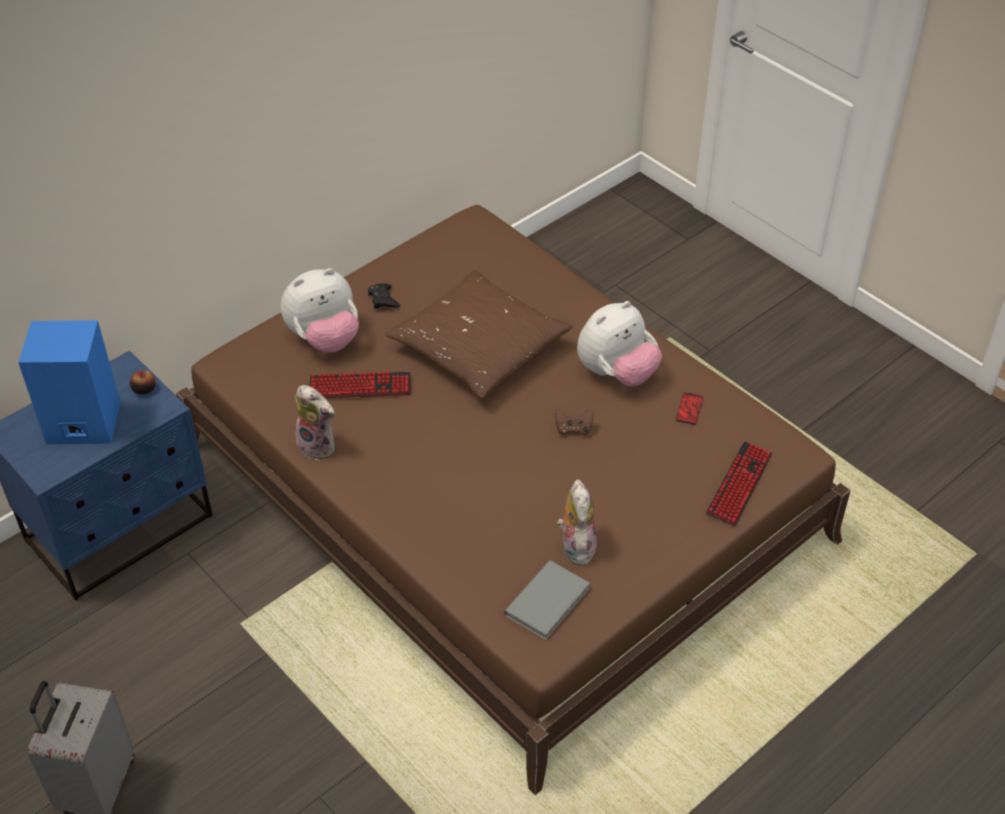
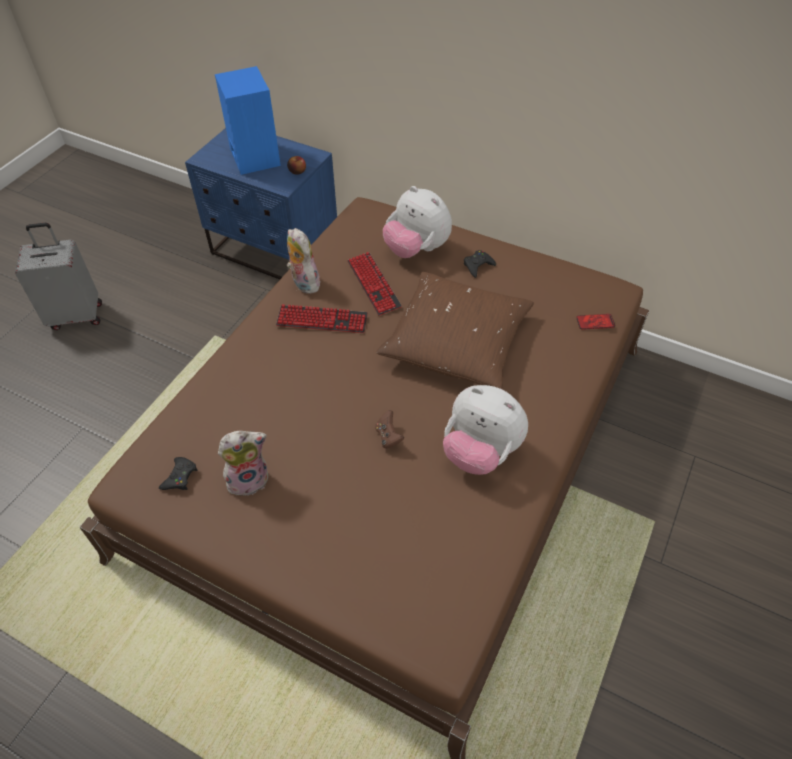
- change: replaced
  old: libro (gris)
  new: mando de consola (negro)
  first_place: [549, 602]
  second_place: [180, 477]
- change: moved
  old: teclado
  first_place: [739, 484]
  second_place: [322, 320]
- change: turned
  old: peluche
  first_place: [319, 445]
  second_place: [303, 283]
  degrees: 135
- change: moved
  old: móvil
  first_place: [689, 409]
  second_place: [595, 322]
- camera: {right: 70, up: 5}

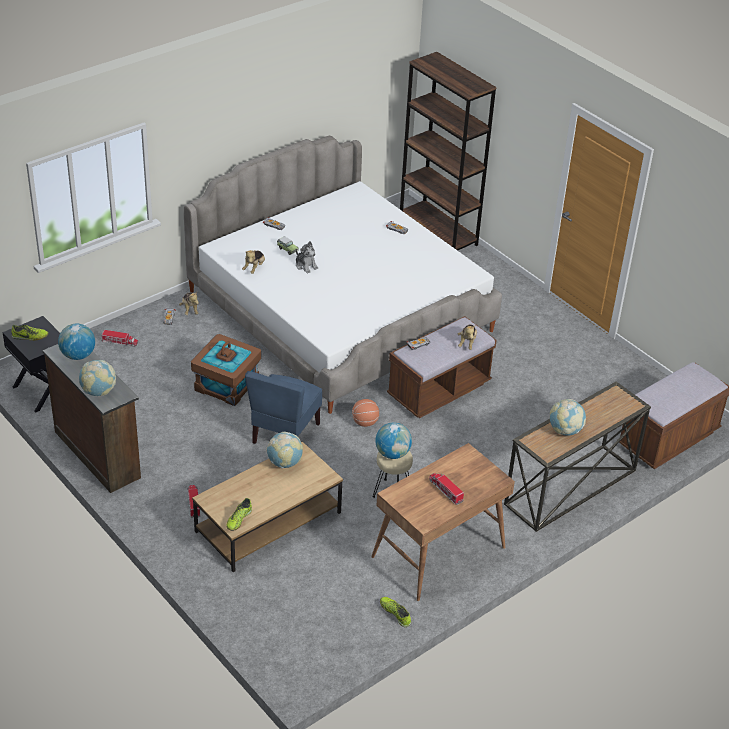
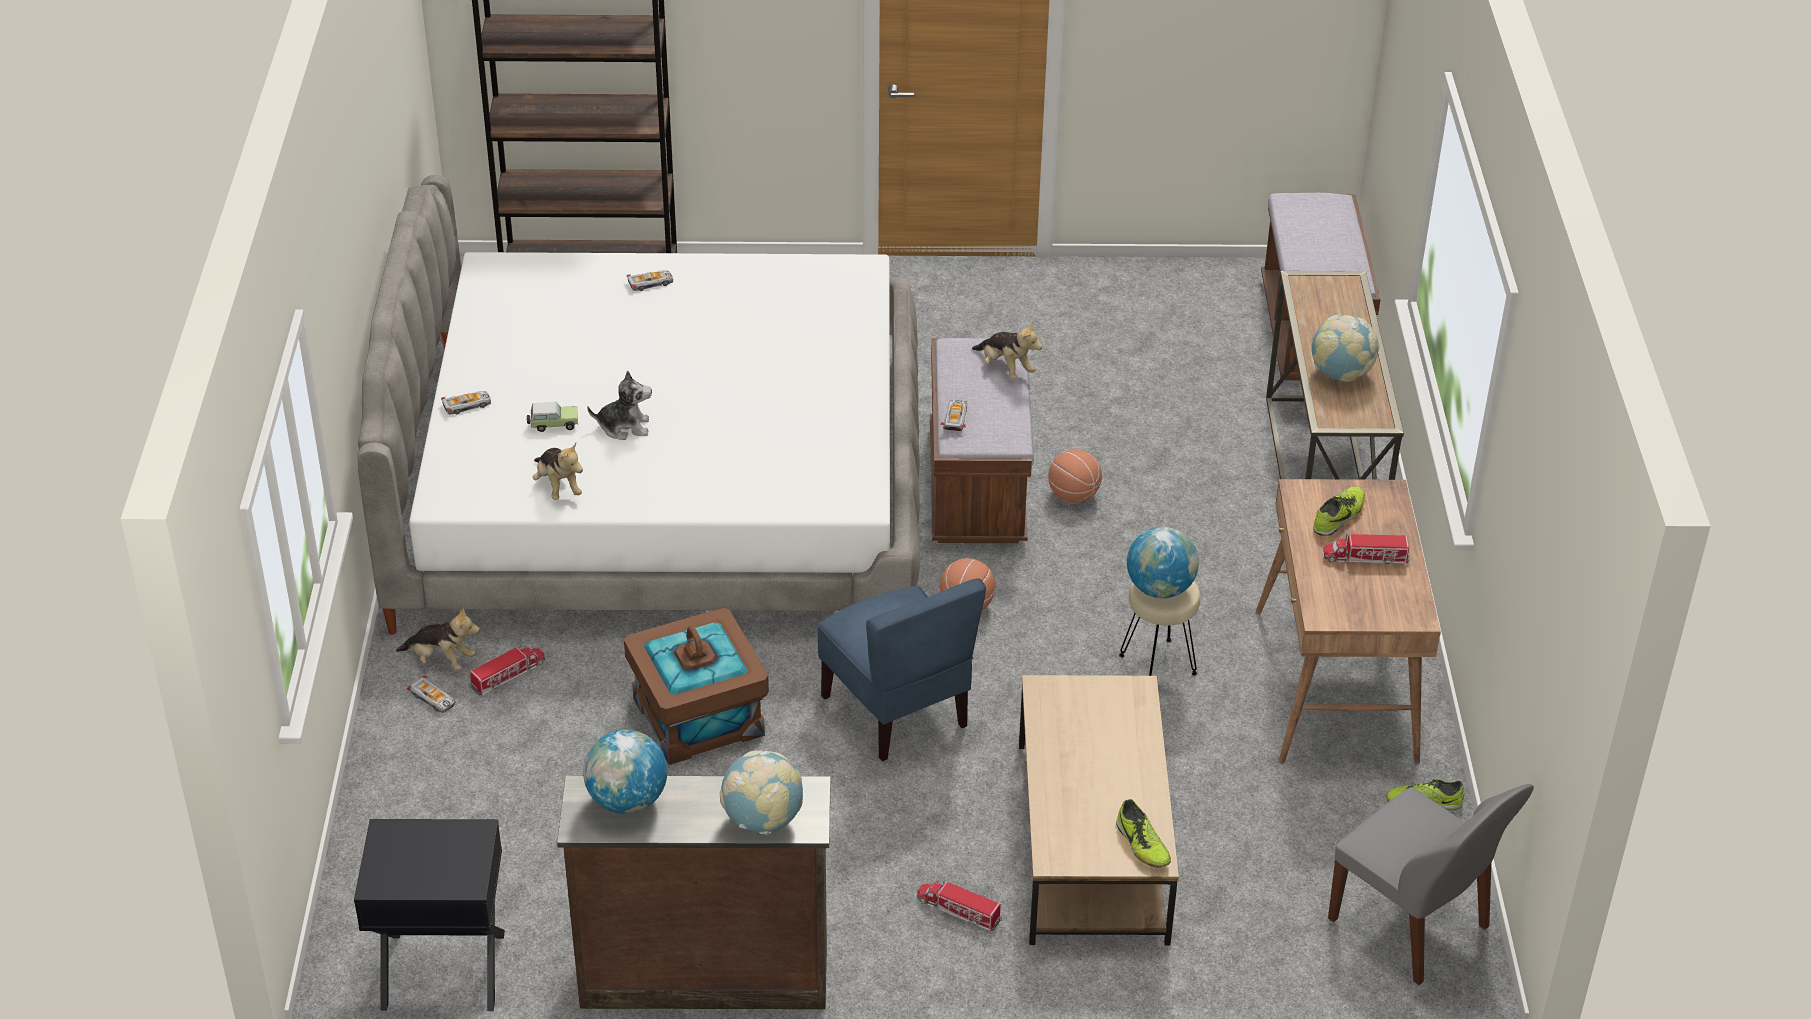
- change: moved
  old: camión de juguete
  first_place: [120, 342]
  second_place: [508, 675]
- change: added
  new: balón de baloncesto
  second_place: [1073, 496]
- change: moved
  old: zapato
  first_place: [30, 337]
  second_place: [1339, 517]
- change: added
  new: silla (gris)
  second_place: [1411, 926]
- change: removed
  old: globo terráqueo
  first_place: [284, 463]
- camera: {right: -50, up: 0}

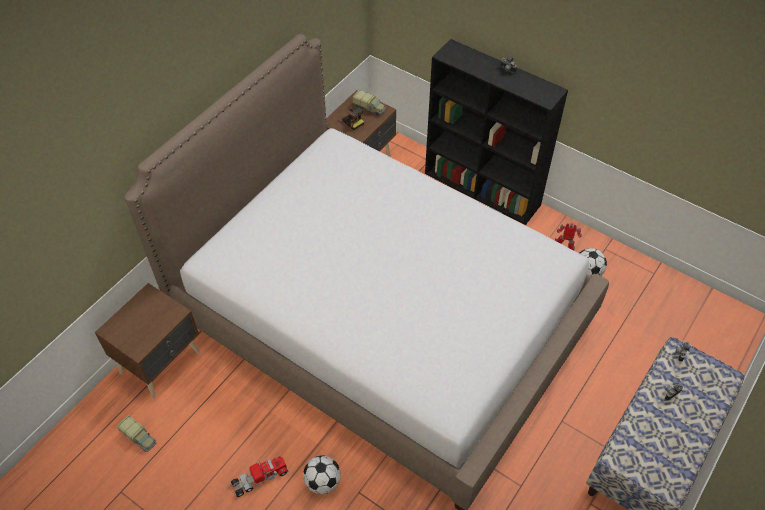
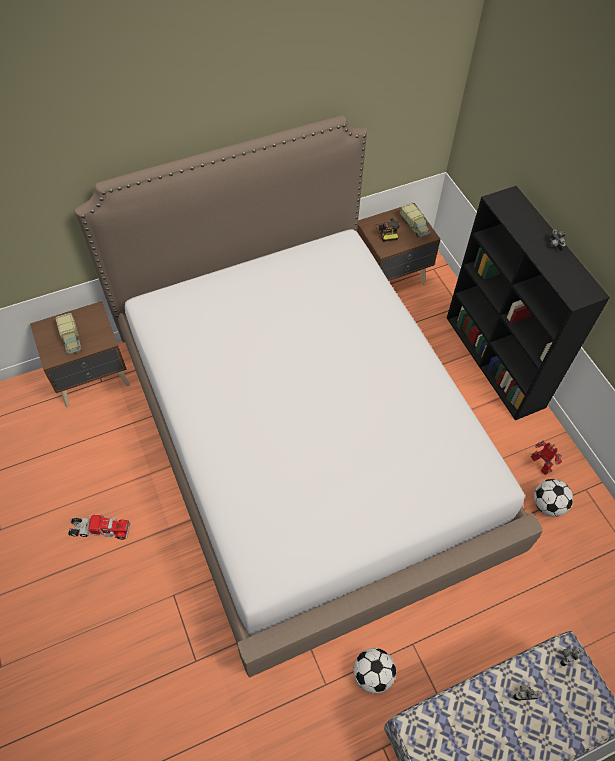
- change: moved
  old: camión de juguete
  first_place: [139, 437]
  second_place: [71, 339]
- change: moved
  old: balón de fútbol
  first_place: [323, 482]
  second_place: [372, 674]
- camera: {right: 30, up: 5}

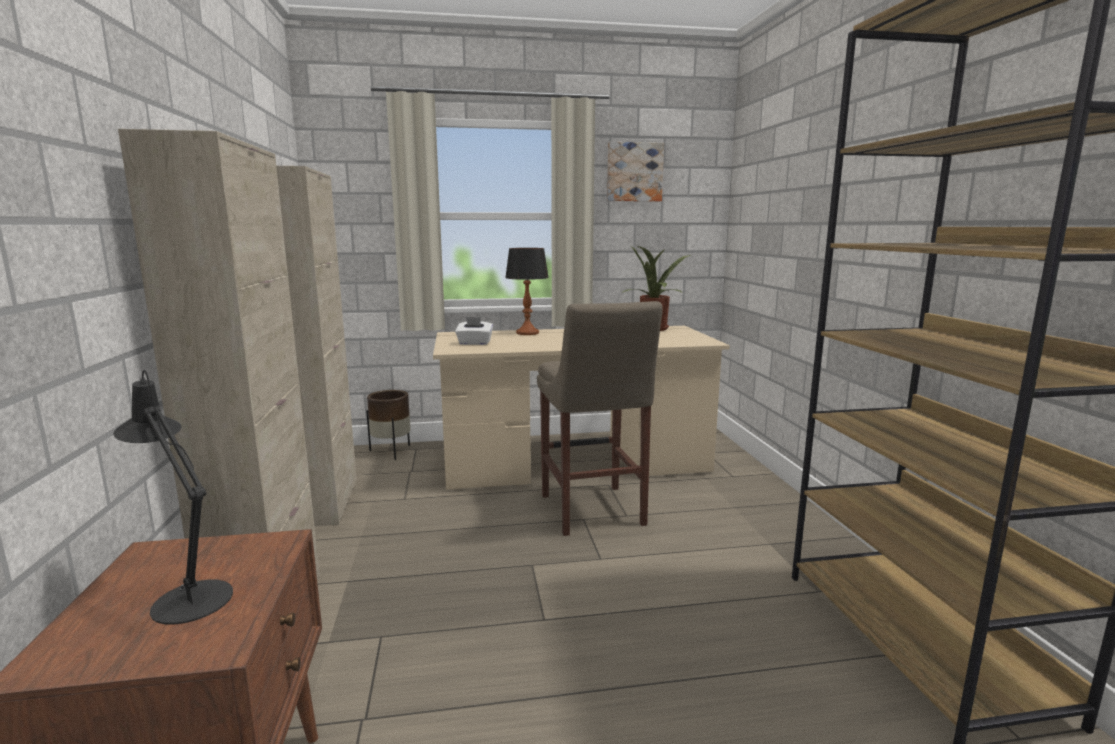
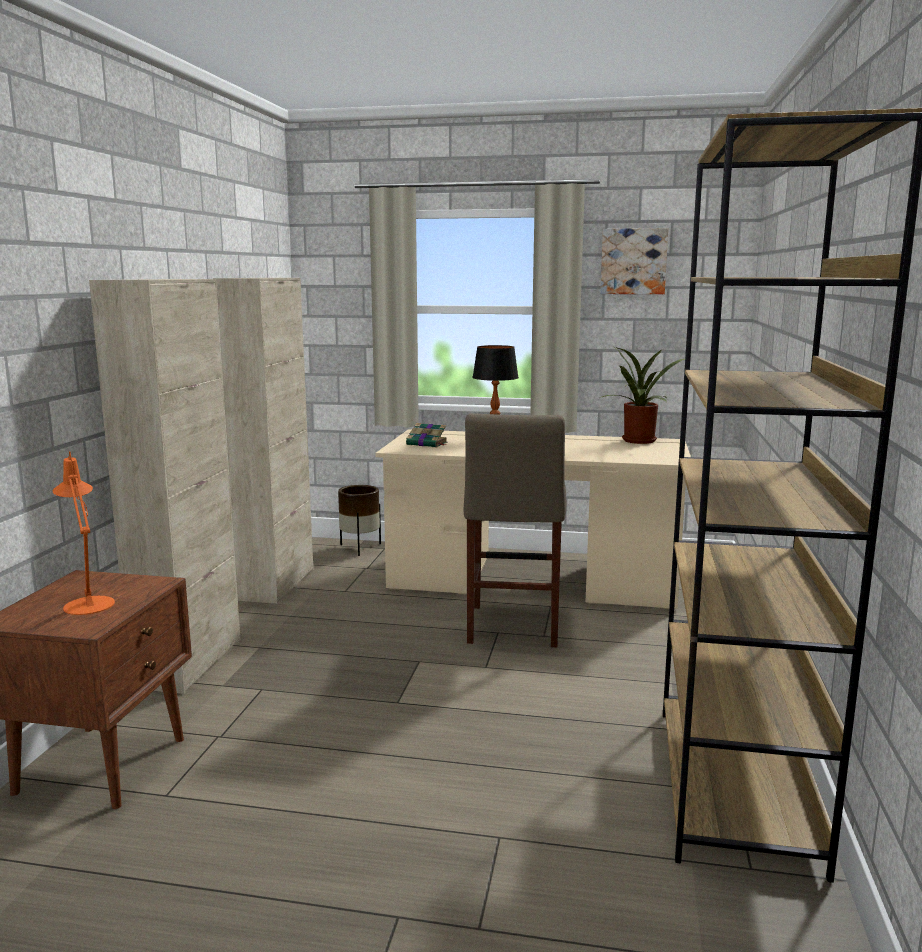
- change: recoloured
  old: lámpara de mesa (negro)
  new: lámpara de mesa (naranja)
  first_place: [188, 597]
  second_place: [88, 603]
- change: replaced
  old: caja de pañuelos (blanco)
  new: libro
  first_place: [474, 343]
  second_place: [427, 444]
- camera: {right: 20, up: 0}

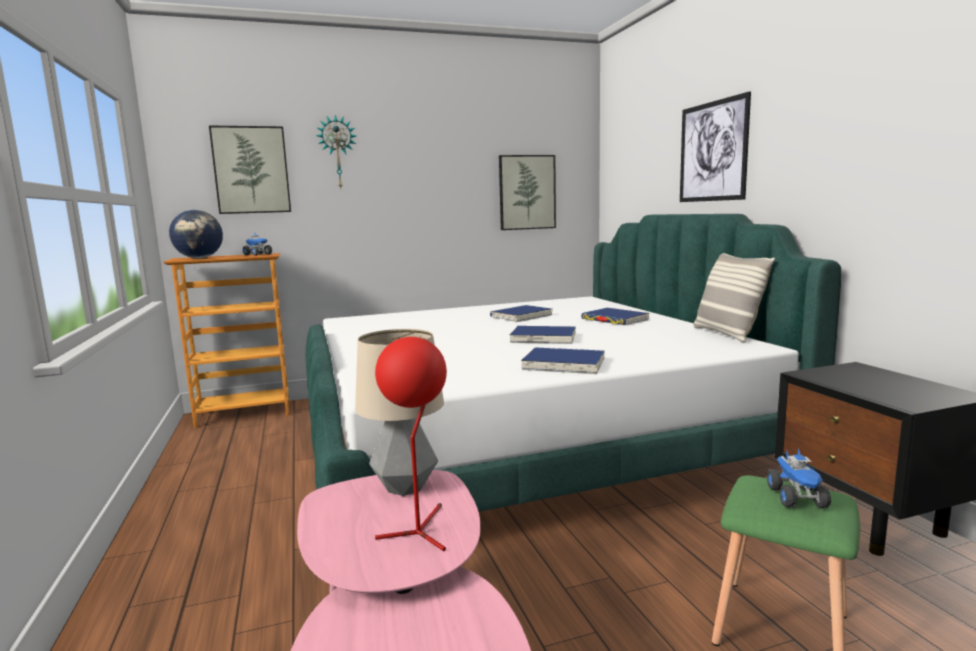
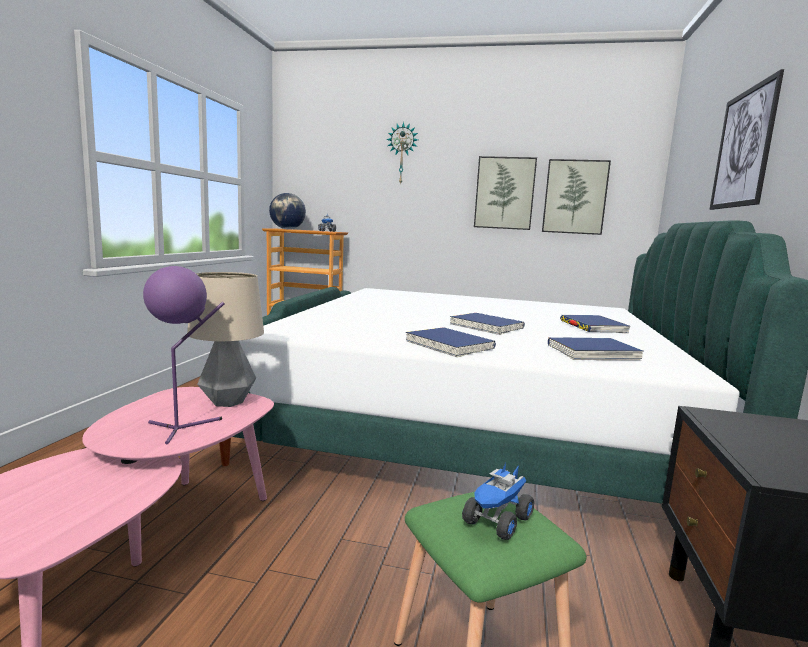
- change: recoloured
  old: lámpara de mesa (rojo)
  new: lámpara de mesa (morado)
  first_place: [421, 529]
  second_place: [183, 428]
- change: moved
  old: cuadro
  first_place: [251, 170]
  second_place: [504, 193]
- change: moved
  old: libro (azul)
  first_place: [521, 316]
  second_place: [592, 353]
- change: removed
  old: cojín
  first_place: [726, 334]
- camera: {right: 30, up: 0}

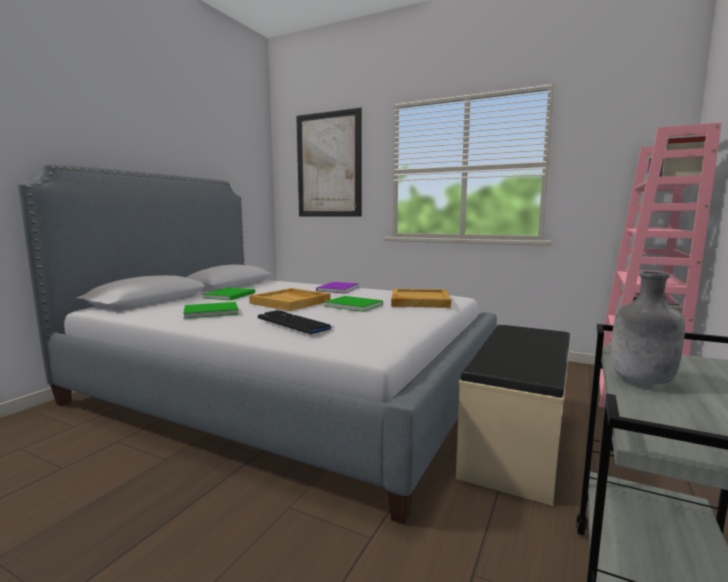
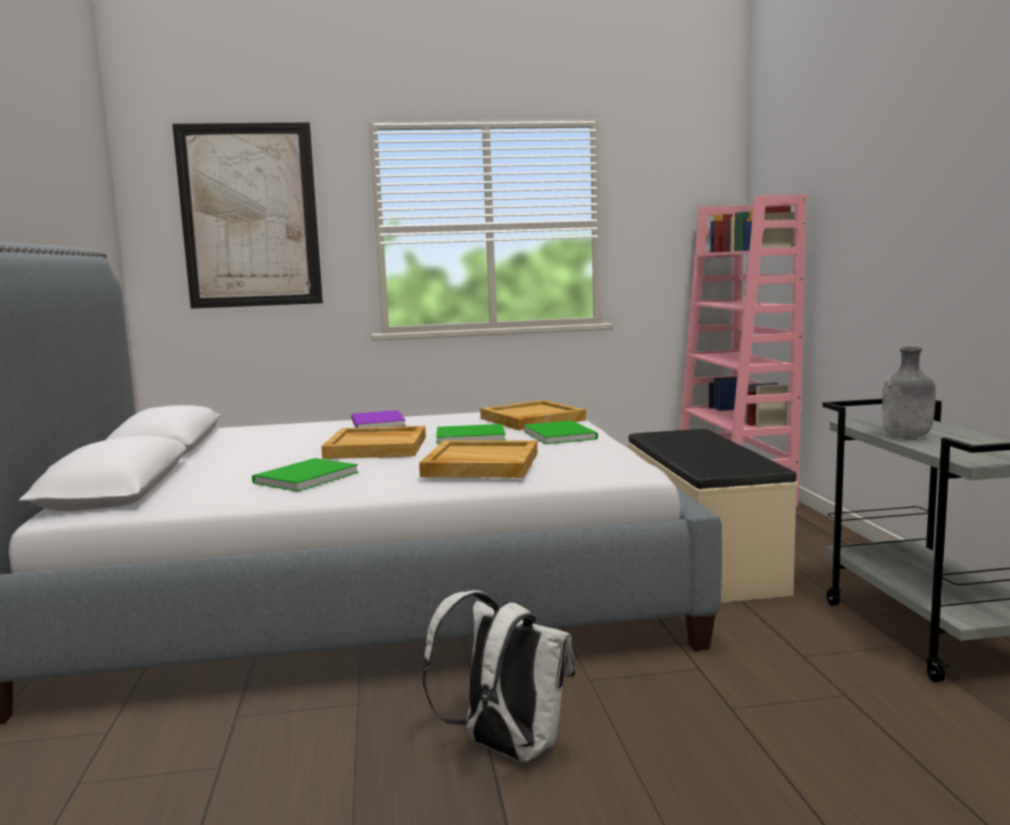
- change: replaced
  old: teclado
  new: bandeja (beis)
  first_place: [294, 323]
  second_place: [480, 465]
- change: added
  new: mochila (blanco)
  second_place: [505, 748]
- change: moved
  old: libro (verde)
  first_place: [231, 295]
  second_place: [560, 434]
- camera: {right: -35, up: 0}

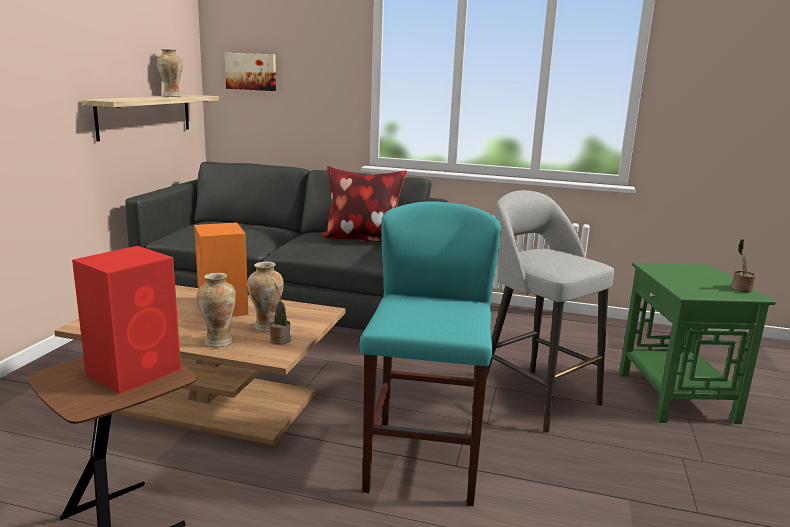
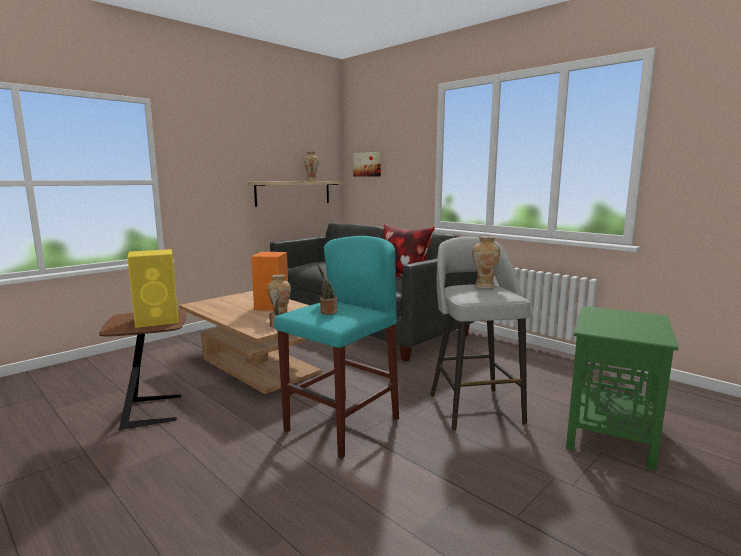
- change: recoloured
  old: altavoz (rojo)
  new: altavoz (amarillo)
  first_place: [136, 371]
  second_place: [158, 320]
- change: moved
  old: planta en maceta
  first_place: [740, 289]
  second_place: [327, 312]
- change: moved
  old: florero
  first_place: [218, 342]
  second_place: [484, 286]
- camera: {right: 30, up: -5}

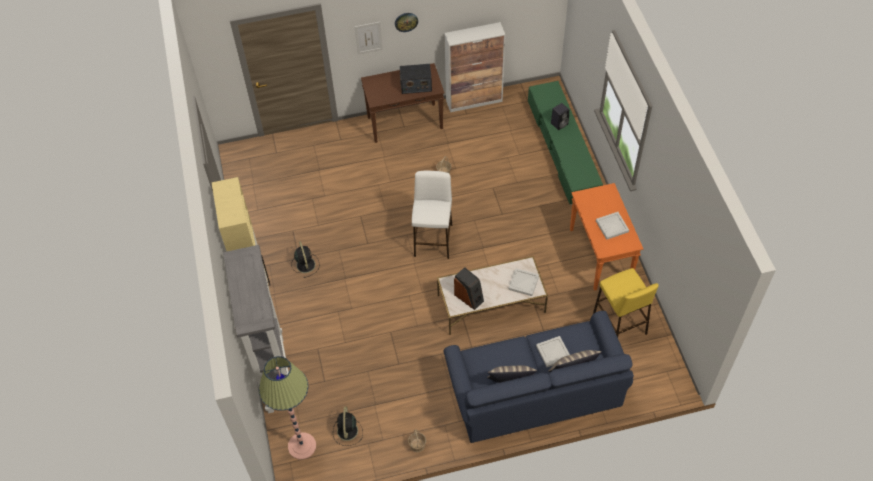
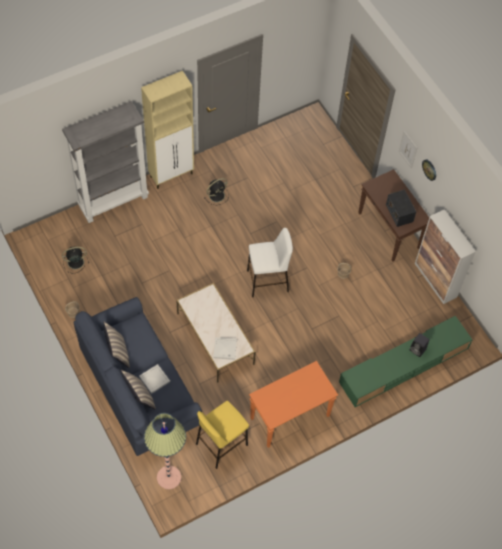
- change: moved
  old: lámpara de pie
  first_place: [302, 446]
  second_place: [169, 477]
- change: removed
  old: altavoz
  first_place: [469, 297]
- change: removed
  old: bandeja (blanco)
  first_place: [611, 226]
- camera: {right: 70, up: 5}

